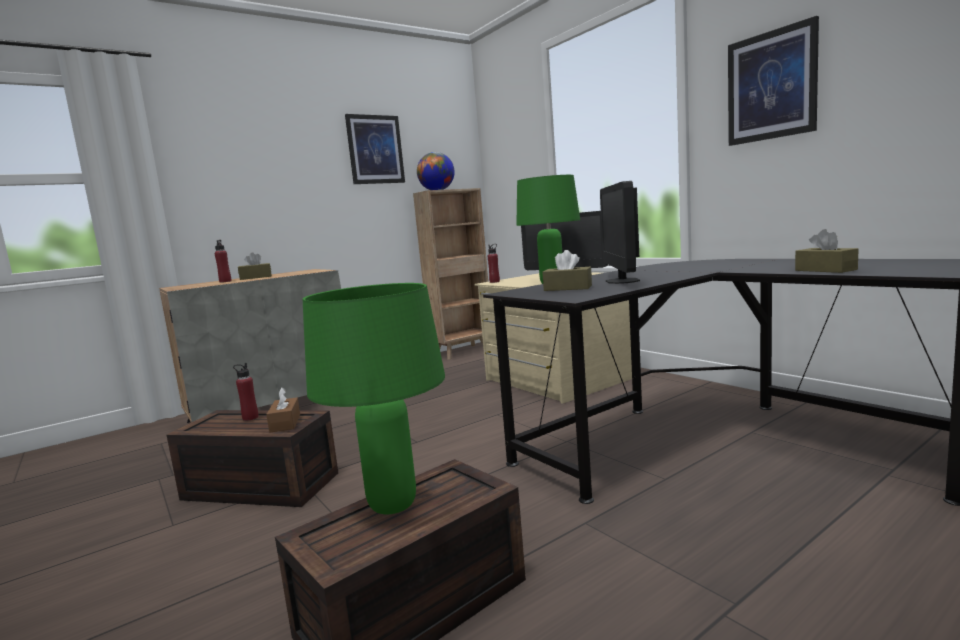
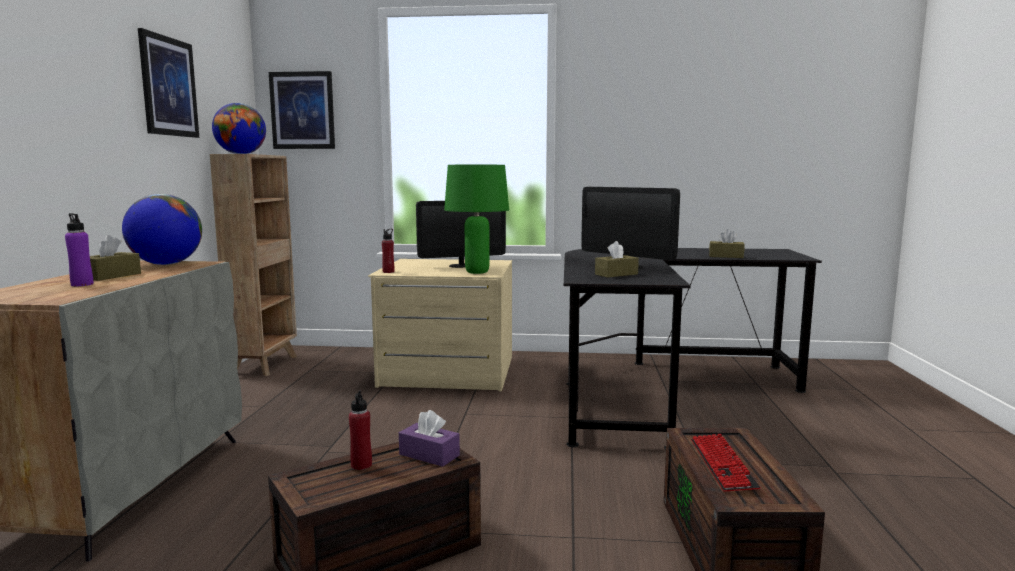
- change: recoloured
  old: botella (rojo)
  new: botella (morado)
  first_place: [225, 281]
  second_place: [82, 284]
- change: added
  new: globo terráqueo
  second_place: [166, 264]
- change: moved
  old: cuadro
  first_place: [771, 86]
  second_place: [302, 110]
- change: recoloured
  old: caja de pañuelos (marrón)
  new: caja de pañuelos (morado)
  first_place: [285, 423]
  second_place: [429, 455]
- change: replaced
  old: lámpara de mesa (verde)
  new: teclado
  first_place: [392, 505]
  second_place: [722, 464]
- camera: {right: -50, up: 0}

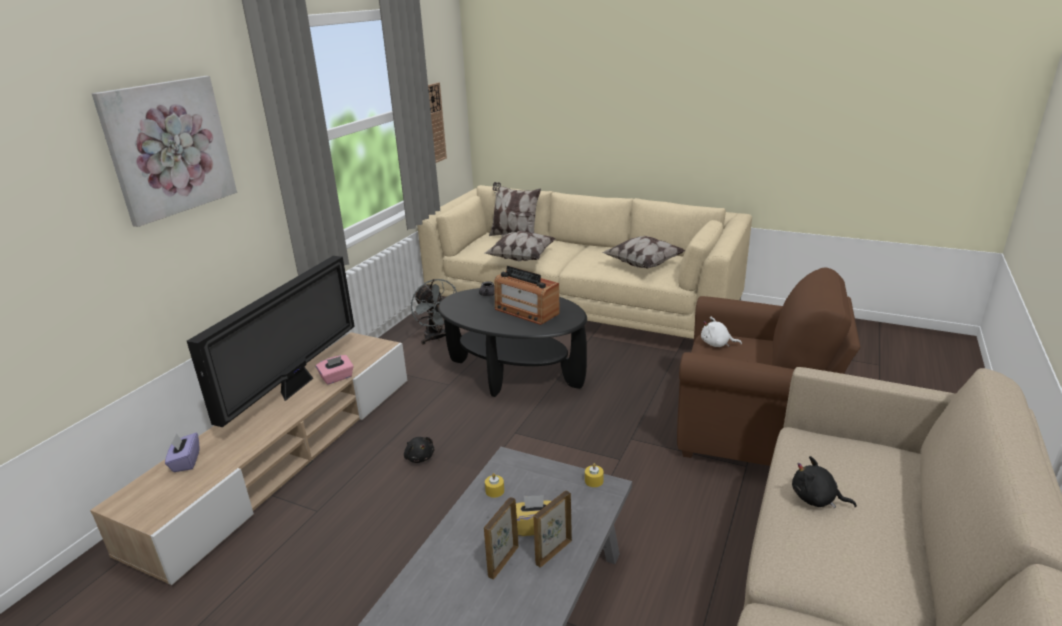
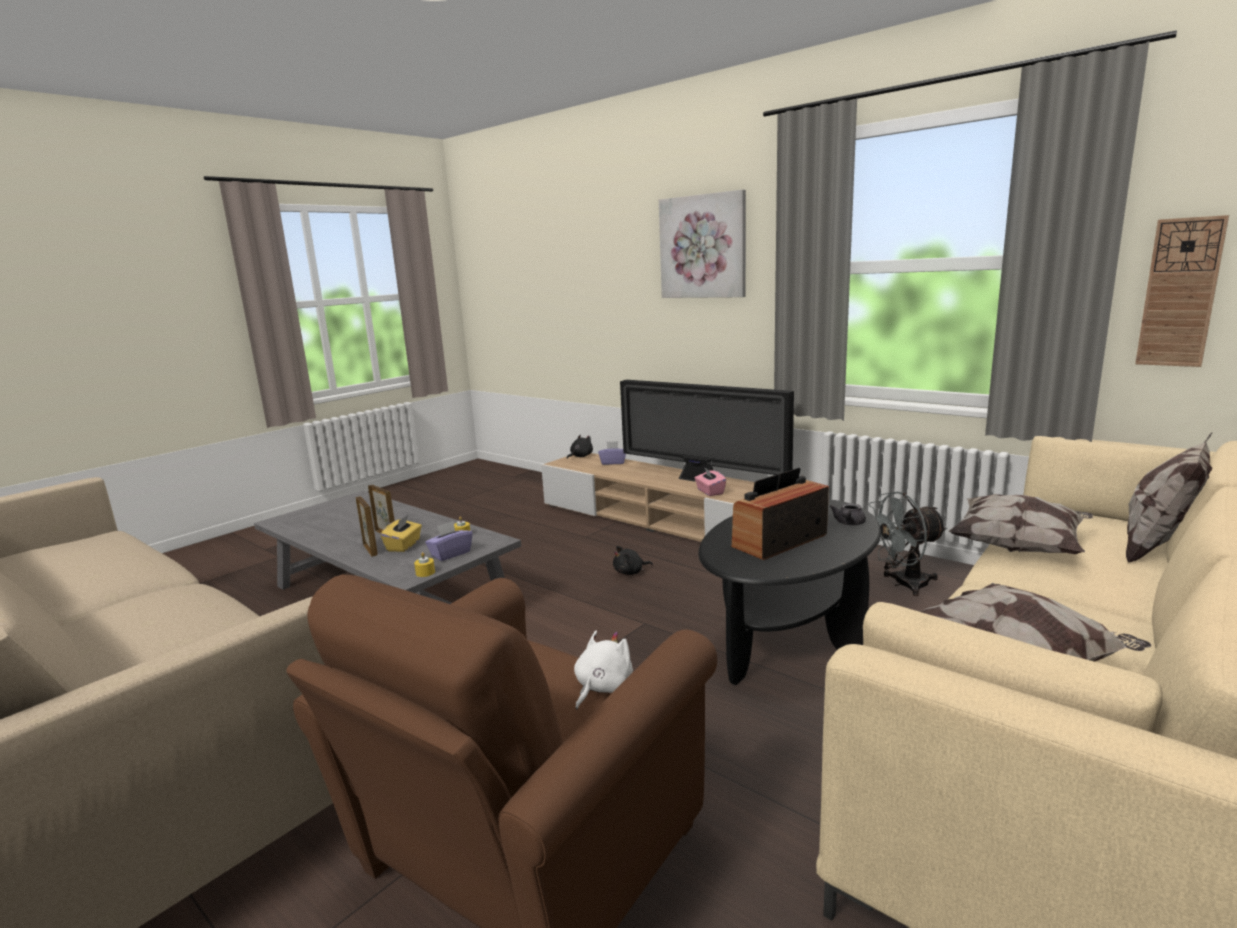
- change: added
  new: caja de pañuelos (morado)
  second_place: [450, 554]
- change: moved
  old: peluche (negro)
  first_place: [816, 499]
  second_place: [580, 456]
- camera: {right: 105, up: -10}

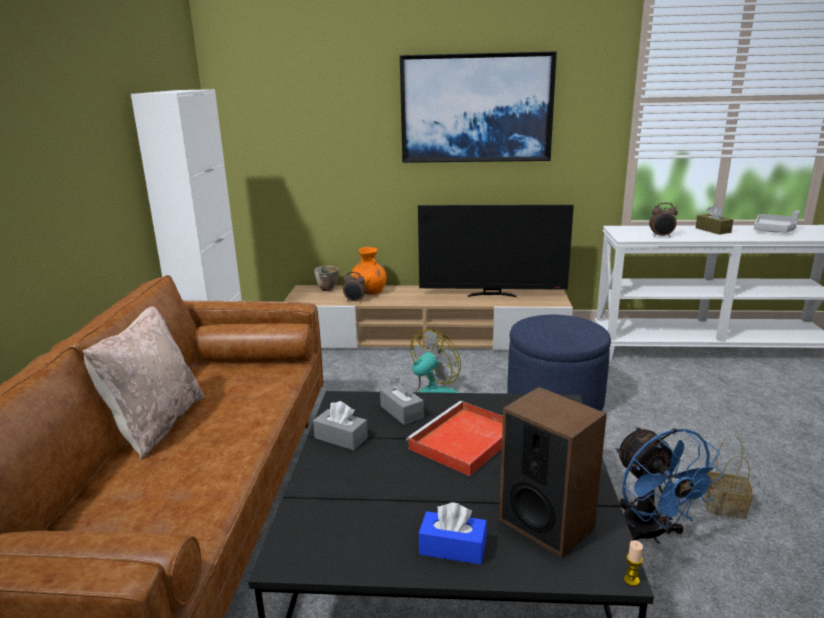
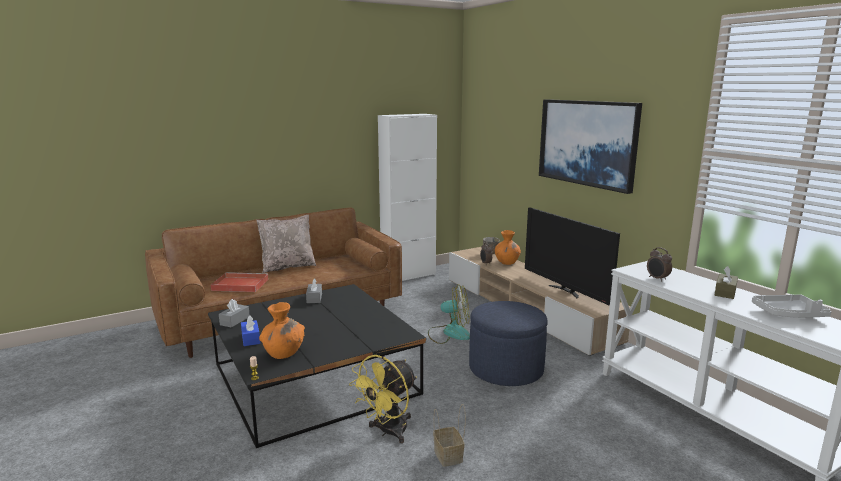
- change: moved
  old: bandeja (rojo)
  first_place: [464, 442]
  second_place: [239, 285]
- change: moved
  old: caja de pañuelos (gris)
  first_place: [401, 411]
  second_place: [235, 321]
- change: replaced
  old: altavoz
  new: florero (naranja)
  first_place: [546, 523]
  second_place: [283, 353]
- change: recoloured
  old: ventilador (azul)
  new: ventilador (amarillo)
  first_place: [650, 535]
  second_place: [388, 432]
- camera: {right: 55, up: -5}

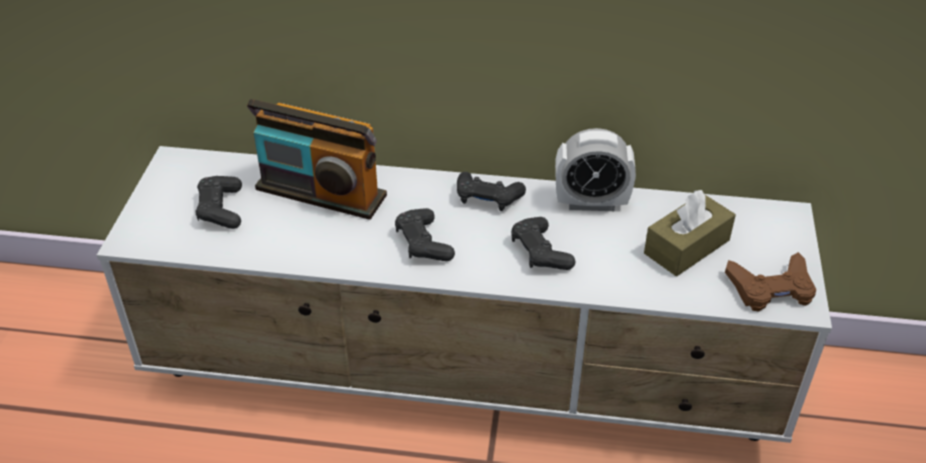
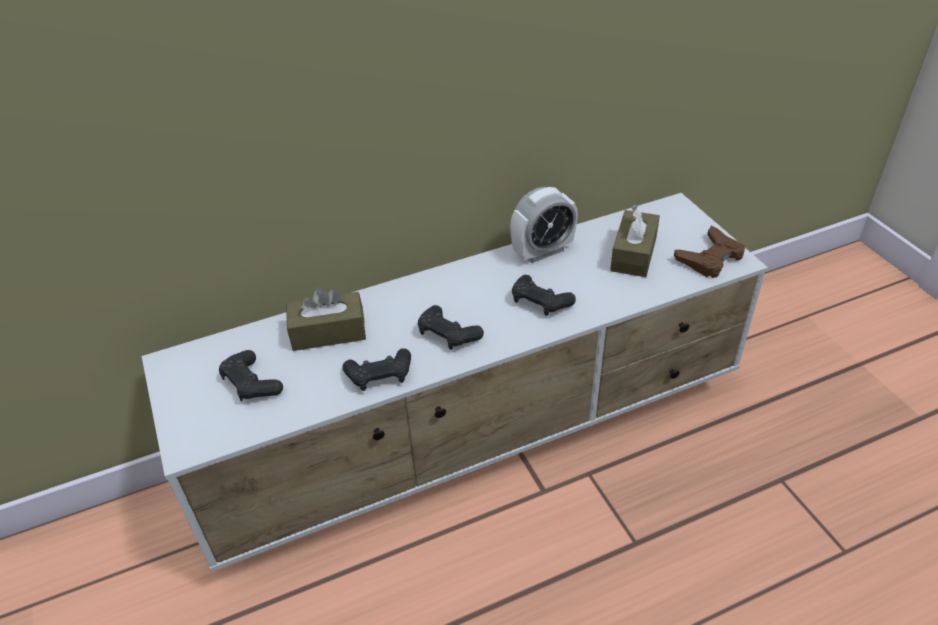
- change: replaced
  old: radio
  new: caja de pañuelos (marrón)
  first_place: [321, 193]
  second_place: [328, 332]
- change: moved
  old: mando de consola (negro)
  first_place: [487, 198]
  second_place: [380, 376]
- camera: {right: -30, up: 0}

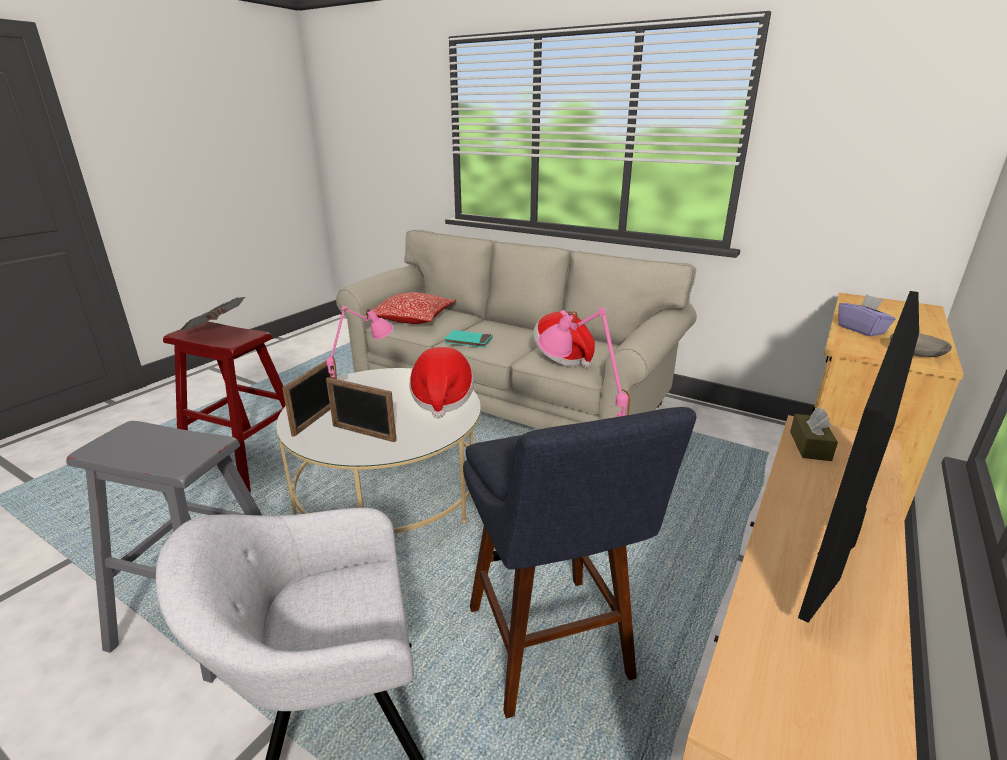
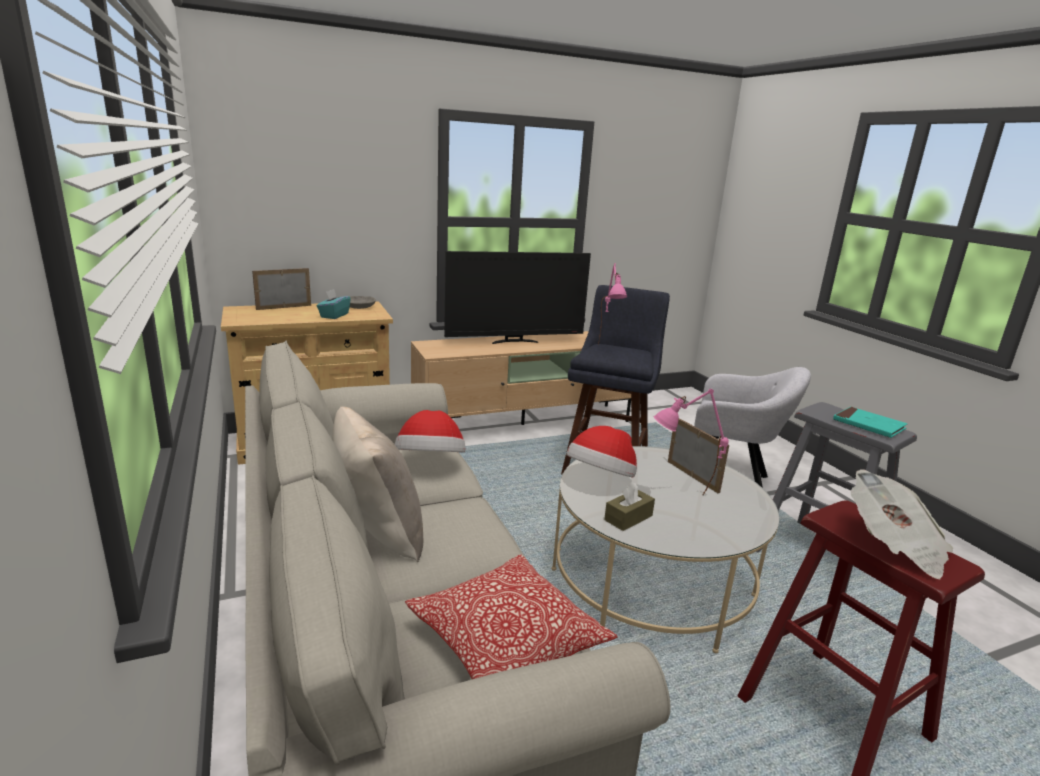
- change: moved
  old: portarretratos
  first_place: [316, 418]
  second_place: [284, 307]
- change: recoloured
  old: caja de pañuelos (morado)
  new: caja de pañuelos (turquesa)
  first_place: [861, 330]
  second_place: [334, 315]
- change: added
  new: cojín (beis)
  second_place: [378, 532]
- change: moved
  old: caja de pañuelos (marrón)
  first_place: [810, 446]
  second_place: [628, 518]
- change: moved
  old: libro (turquesa)
  first_place: [468, 341]
  second_place: [868, 425]
- camera: {right: -145, up: -5}

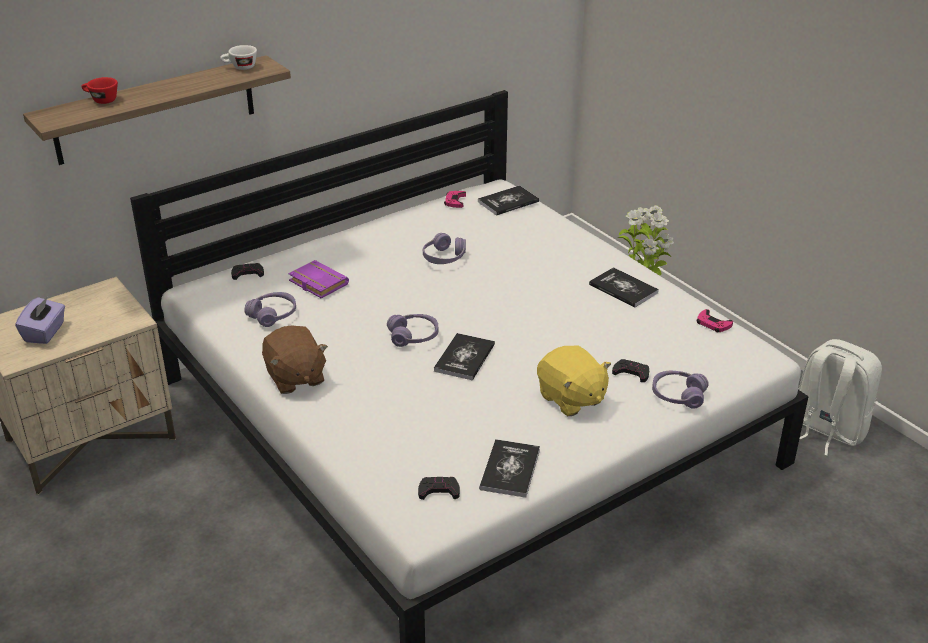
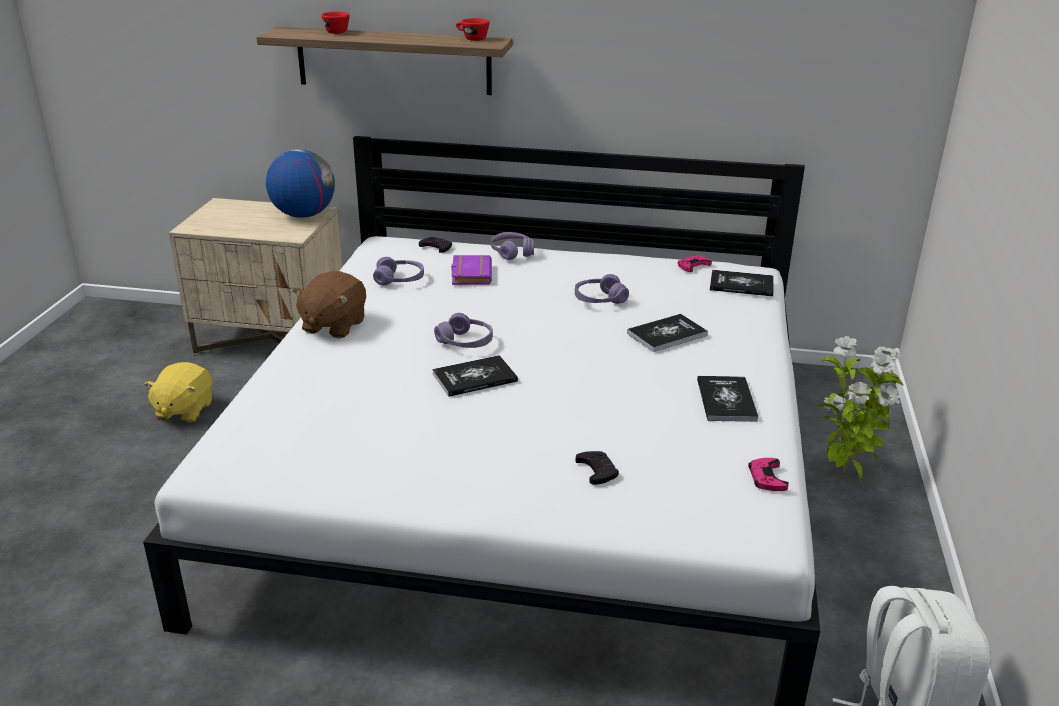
- change: moved
  old: peluche (amarillo)
  first_place: [571, 399]
  second_place: [184, 410]
- change: added
  new: globo terráqueo
  second_place: [303, 215]
- change: recoloured
  old: taza (blanco)
  new: taza (rojo)
  first_place: [240, 67]
  second_place: [471, 39]
- change: moved
  old: auriculares (morado)
  first_place: [678, 396]
  second_place: [512, 252]
- change: moved
  old: libro
  first_place: [510, 469]
  second_place: [667, 334]
- change: removed
  old: caja de pañuelos (morado)
  first_place: [45, 332]
- change: removed
  old: mando de consola (negro)
  first_place: [439, 490]
- camera: {right: 45, up: -5}

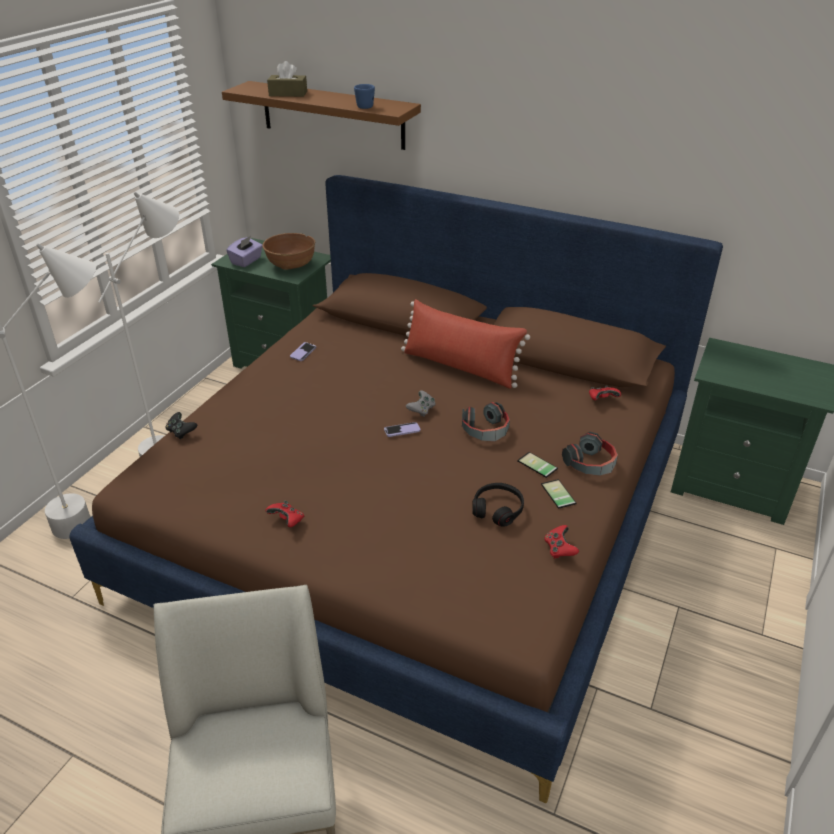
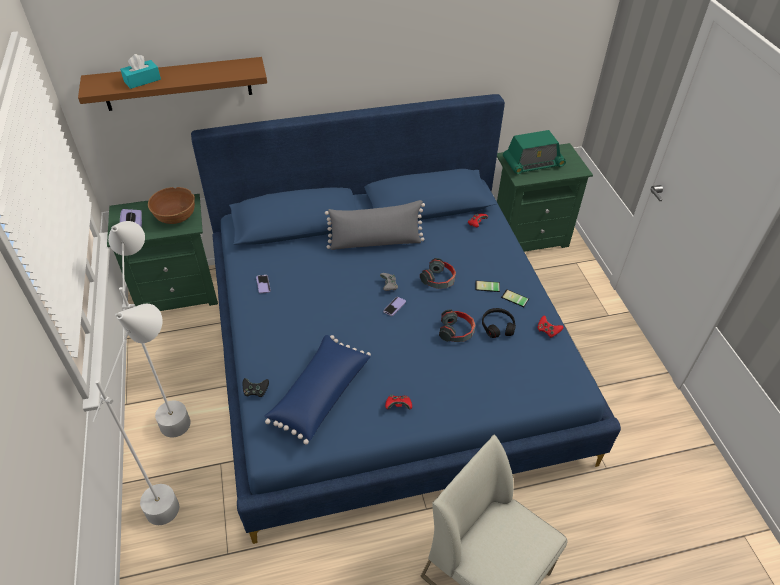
- change: recoloured
  old: caja de pañuelos (marrón)
  new: caja de pañuelos (turquesa)
  first_place: [288, 94]
  second_place: [142, 80]
- change: recoloured
  old: cama (marrón)
  new: cama (azul)
  first_place: [417, 517]
  second_place: [388, 354]
- change: added
  new: cojín (azul)
  second_place: [319, 394]
- change: recoloured
  old: cojín (rojo)
  new: cojín (gris)
  first_place: [460, 367]
  second_place: [375, 242]
- change: moved
  old: auriculares
  first_place: [590, 464]
  second_place: [457, 331]
- change: added
  new: radio
  second_place: [532, 163]
- change: removed
  old: taza grande (azul)
  first_place: [363, 106]
- camera: {right: -40, up: 10}

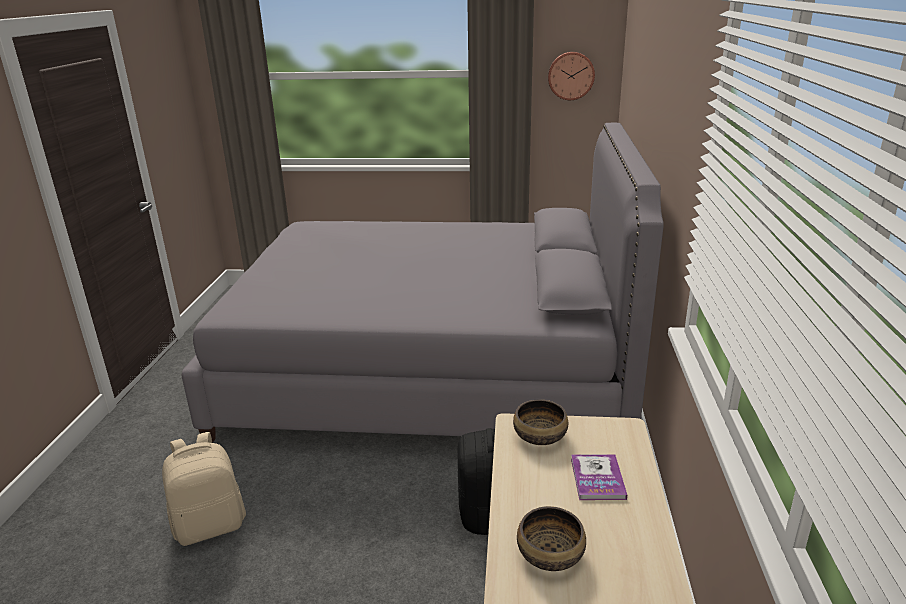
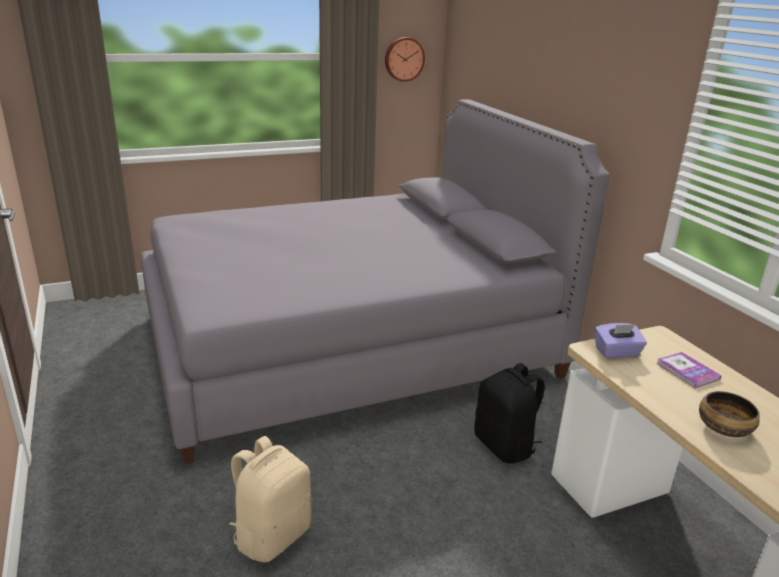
- change: replaced
  old: cuenco
  new: caja de pañuelos (morado)
  first_place: [540, 436]
  second_place: [617, 352]
- camera: {right: -30, up: 0}

